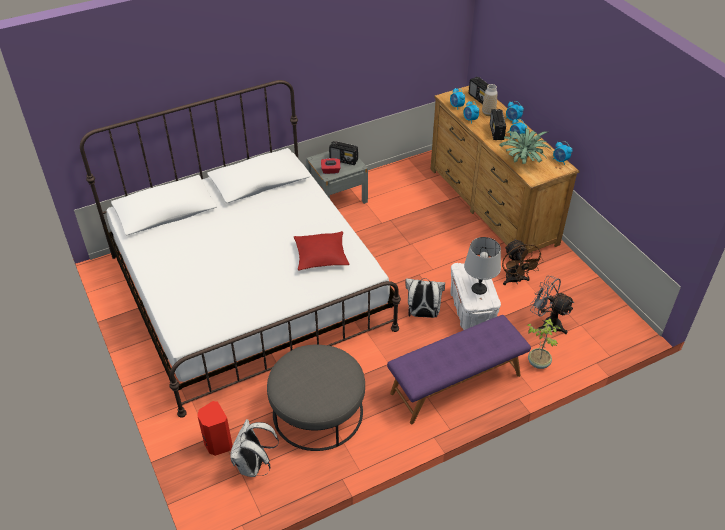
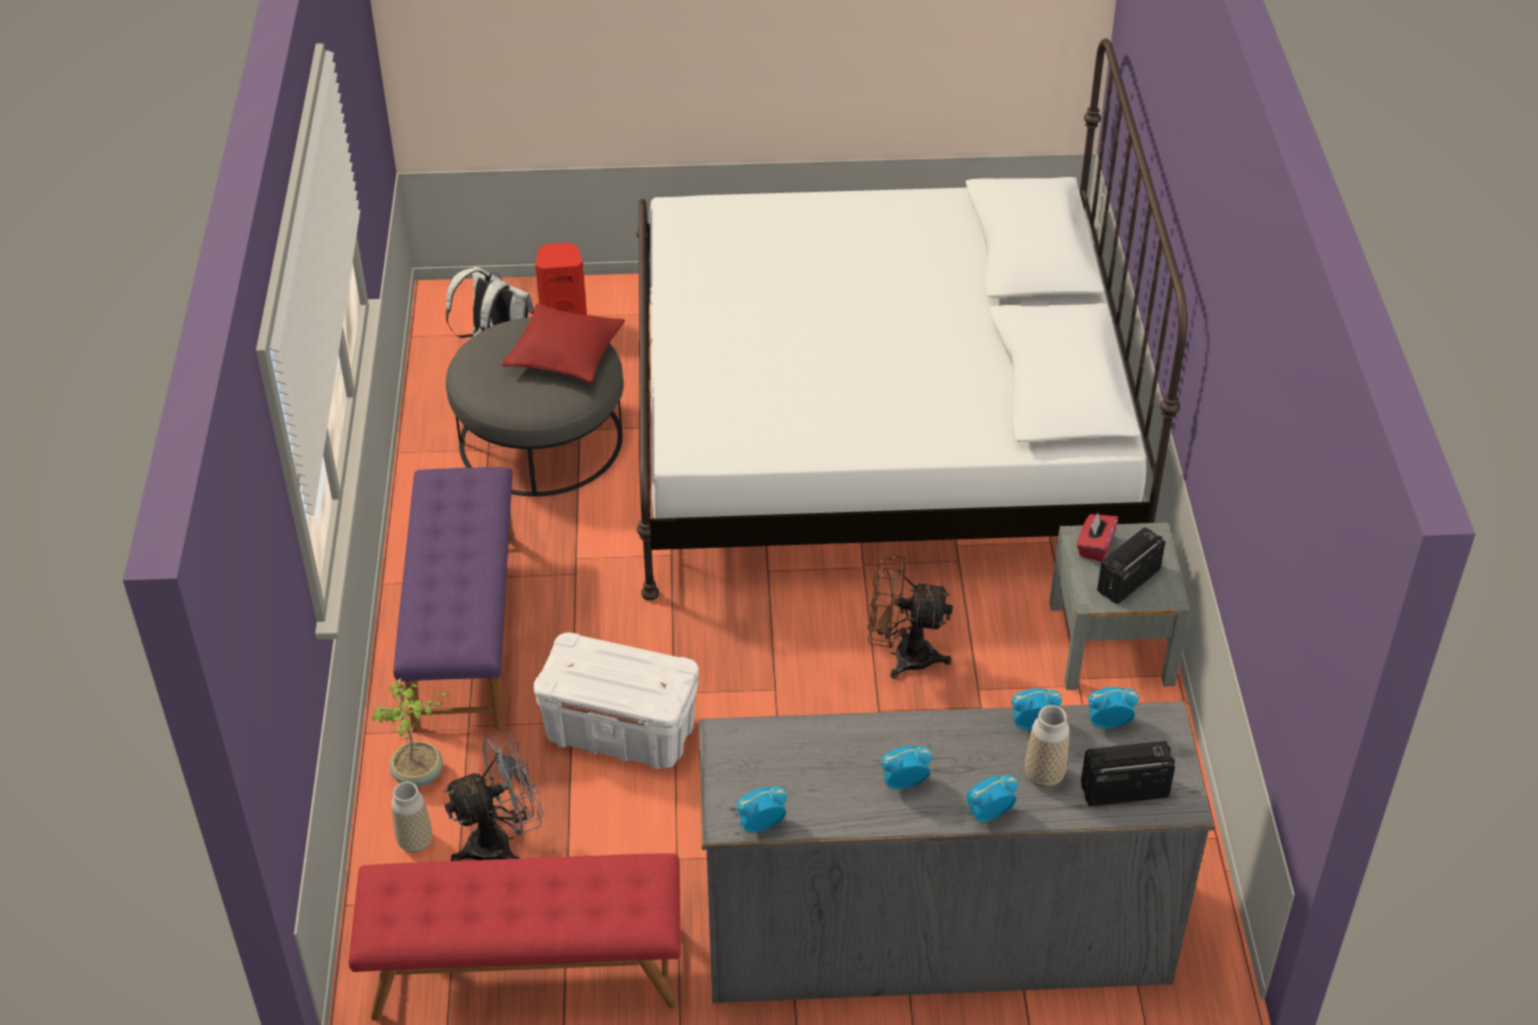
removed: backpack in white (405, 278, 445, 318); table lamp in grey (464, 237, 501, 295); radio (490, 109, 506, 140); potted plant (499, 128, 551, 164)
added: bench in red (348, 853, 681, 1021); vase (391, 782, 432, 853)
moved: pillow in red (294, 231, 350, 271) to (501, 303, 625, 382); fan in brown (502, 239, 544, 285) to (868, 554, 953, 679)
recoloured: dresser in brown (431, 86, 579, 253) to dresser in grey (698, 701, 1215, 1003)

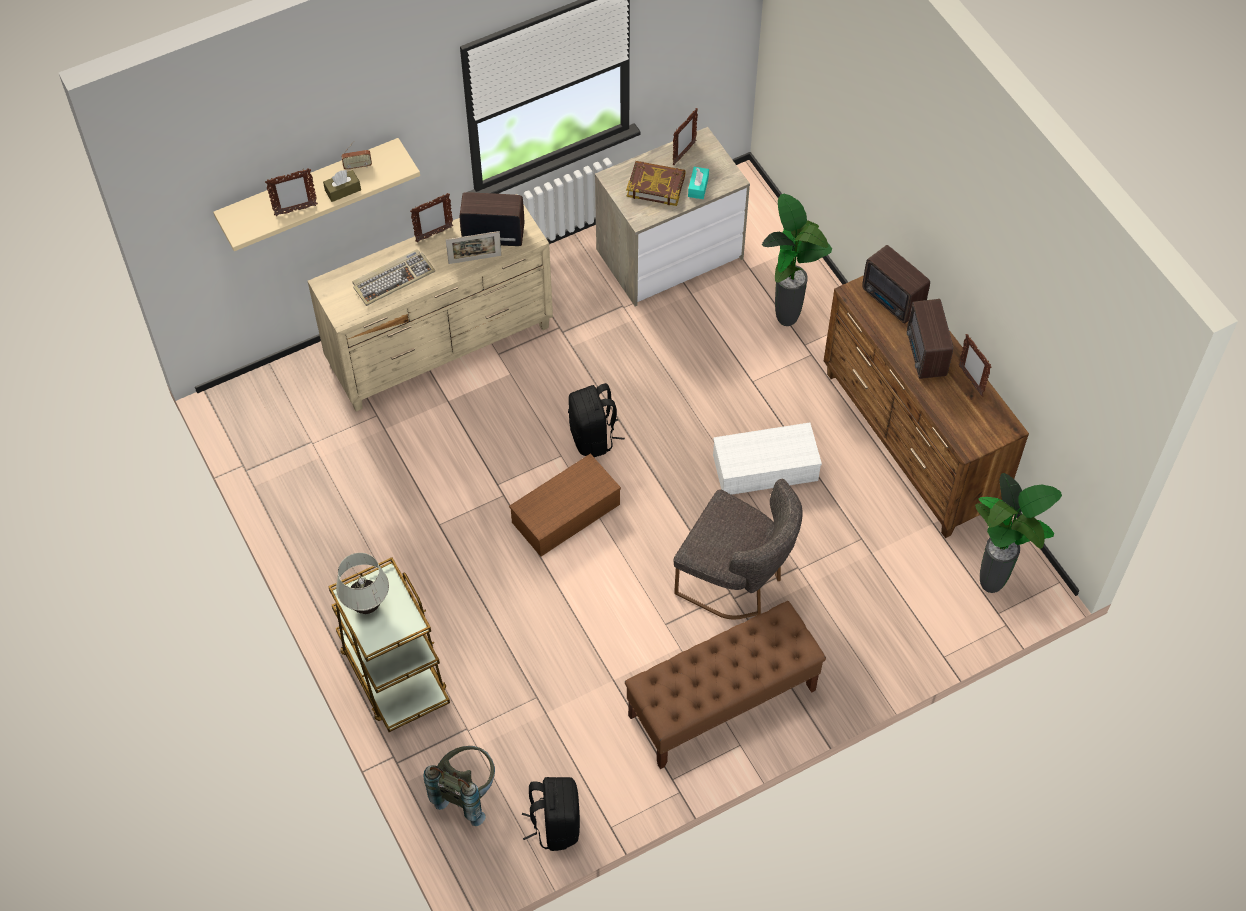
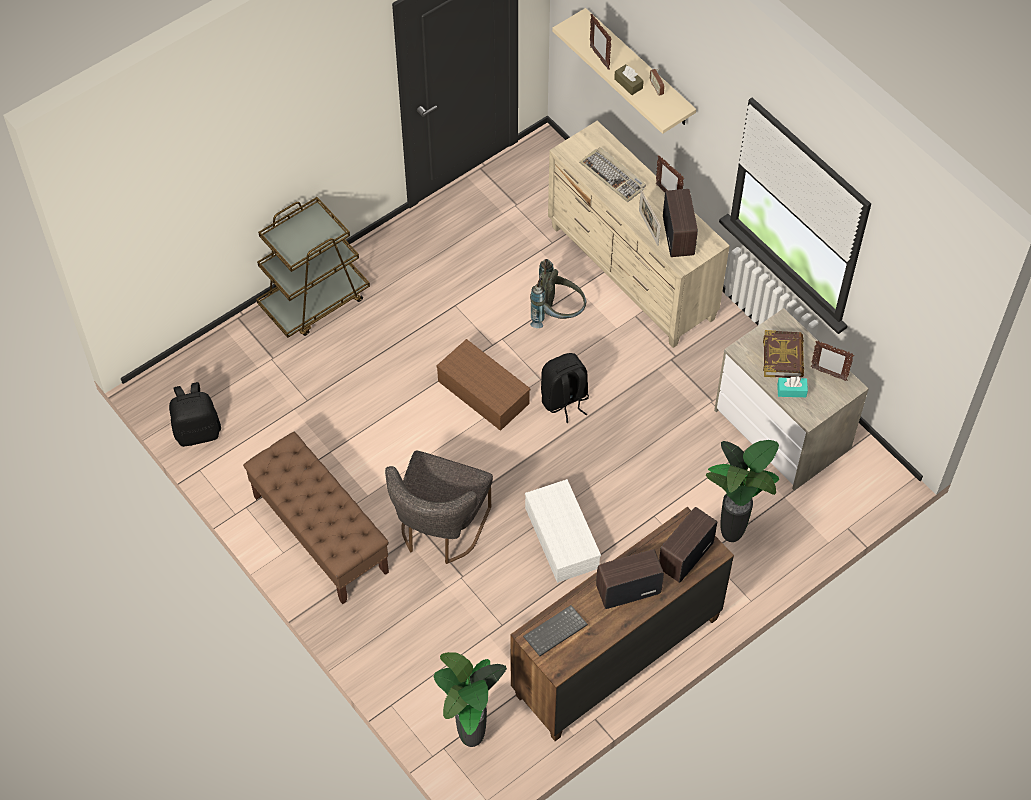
removed: table lamp in white (336, 553, 389, 614); picture frame (959, 334, 992, 397)
added: keyboard (523, 605, 588, 656)
moved: backpack in grey (424, 746, 495, 826) to (530, 259, 586, 328)

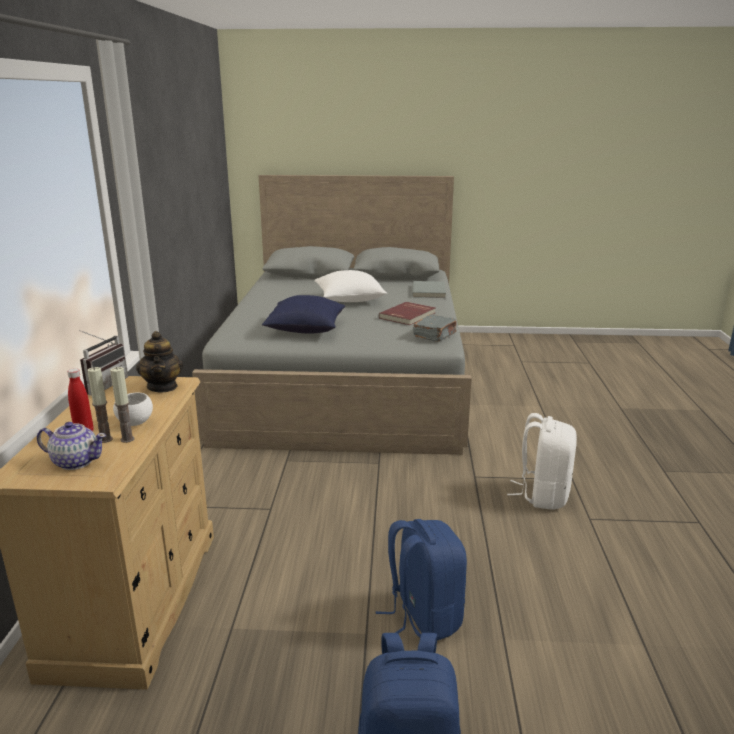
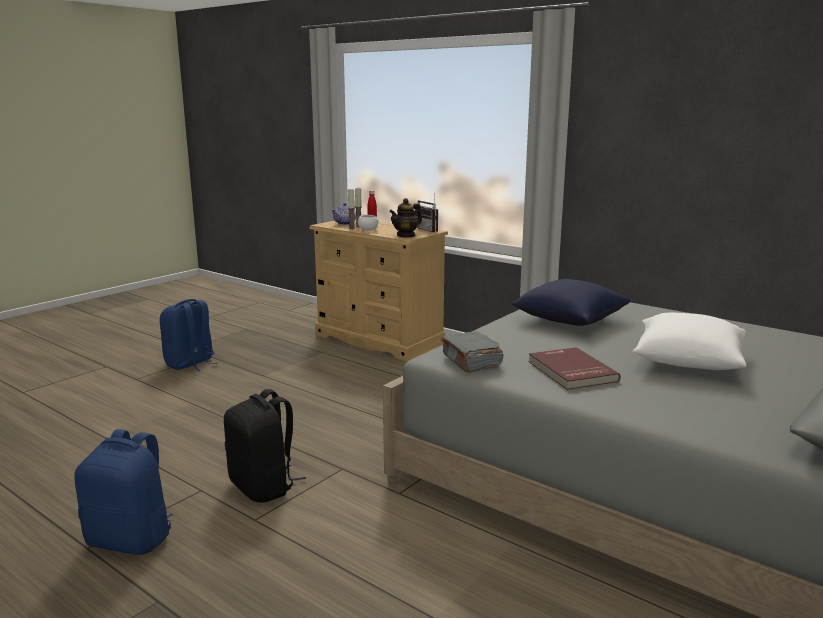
removed: book in grey (412, 281, 446, 298)
moved: backpack in blue (376, 519, 467, 640) to (74, 429, 173, 555)
recoloured: backpack in white (507, 413, 577, 510) to backpack in black (224, 389, 306, 503)
turned: teapot (136, 331, 183, 392) = (389, 198, 422, 238) 60 degrees counterclockwise

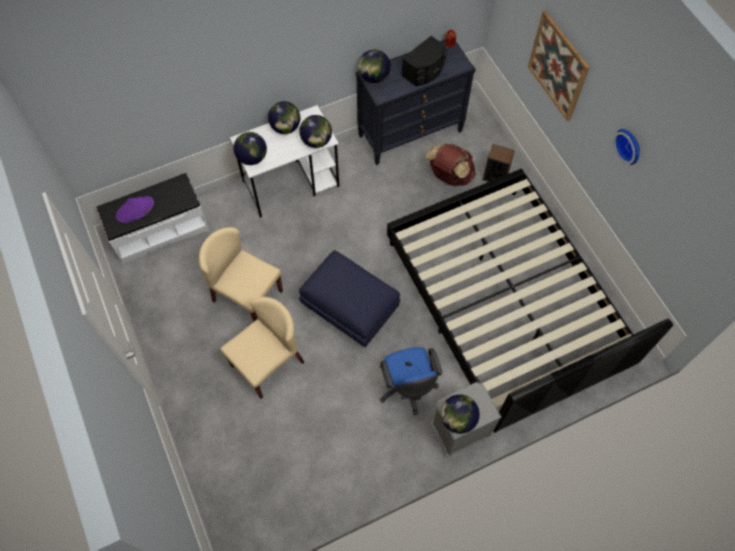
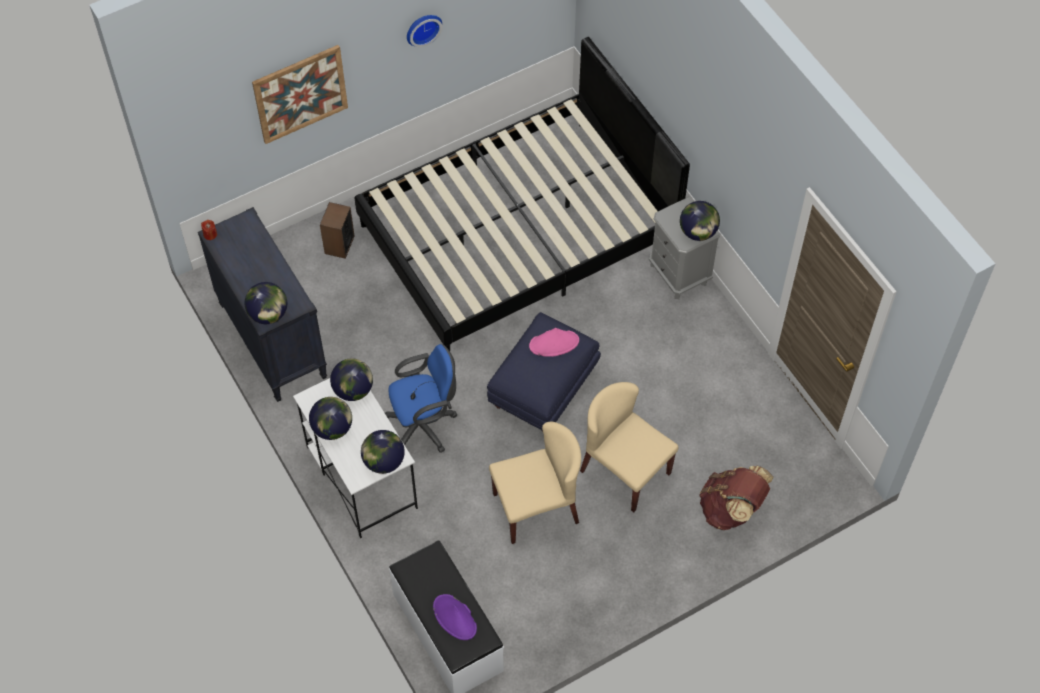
removed: speaker in black (402, 36, 447, 86)
added: hat in pink (529, 328, 579, 357)
moved: office chair in blue (379, 347, 442, 415) to (385, 344, 457, 453); backpack in brown (426, 143, 476, 186) to (699, 465, 773, 530)
turned: chair in beige (199, 227, 283, 322) = (489, 422, 581, 544) 135 degrees counterclockwise

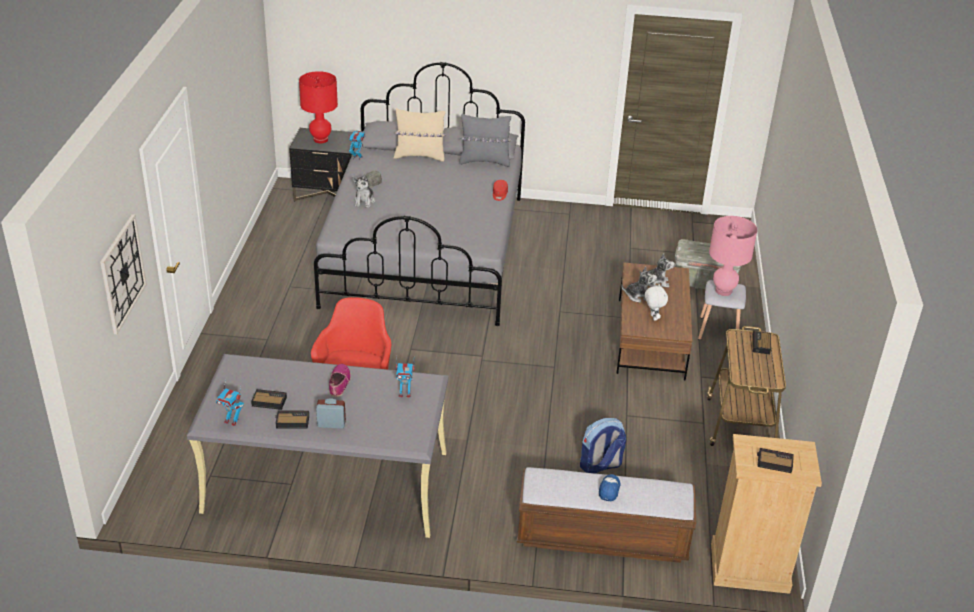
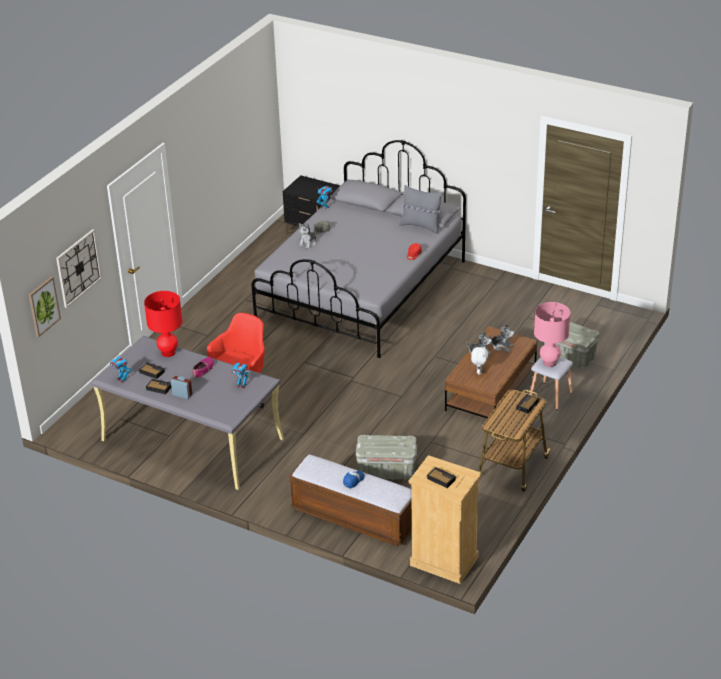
removed: pillow in beige (394, 108, 446, 162)
added: picture (29, 276, 61, 337)
moved: table lamp in red (299, 71, 338, 143) to (144, 291, 183, 357)
replaced: backpack (580, 418, 626, 473) to storage box in grey (356, 435, 417, 481)

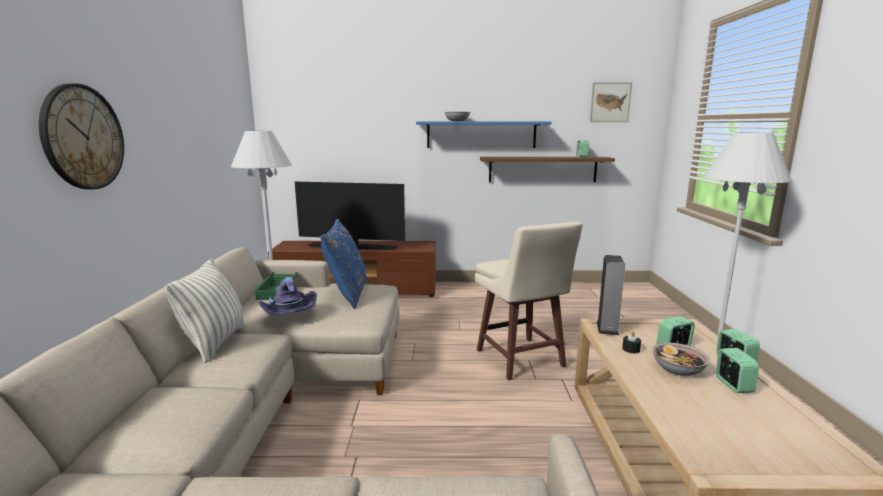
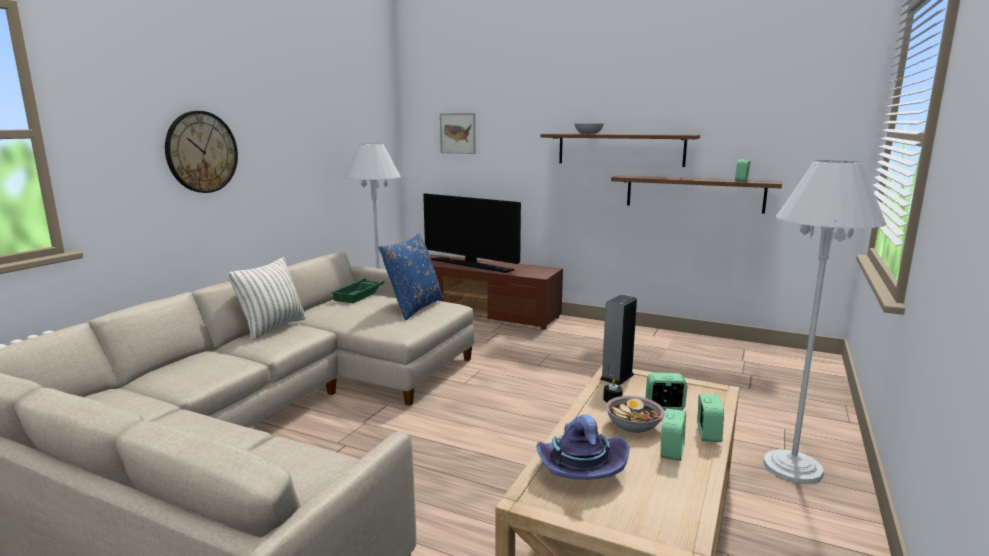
removed: stool in beige (475, 222, 583, 380)
moved: picture (590, 82, 632, 122) to (440, 113, 476, 154); hat in purple (259, 277, 317, 315) to (536, 414, 630, 479)
recoloured: shelf in blue (416, 121, 552, 148) to shelf in brown (540, 134, 700, 167)

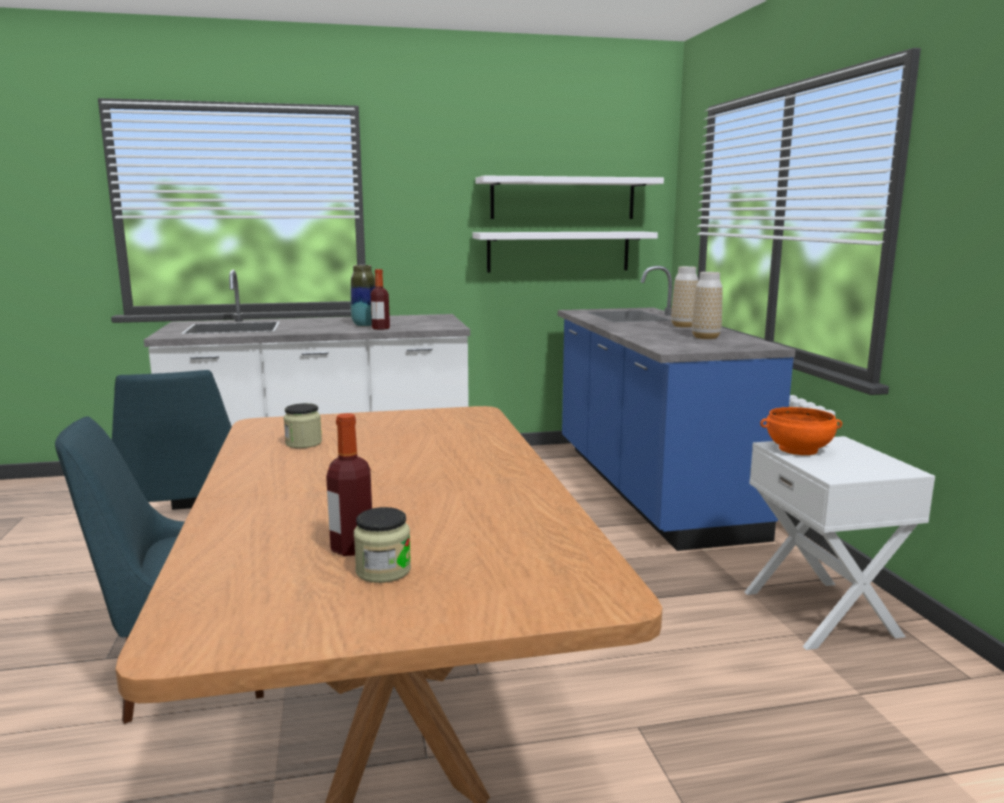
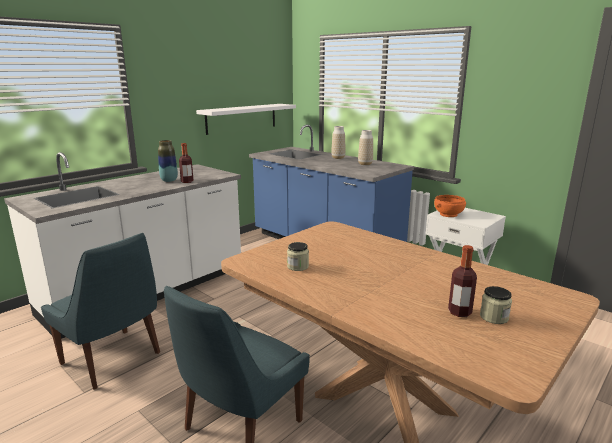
removed: shelf in white (476, 176, 664, 219)

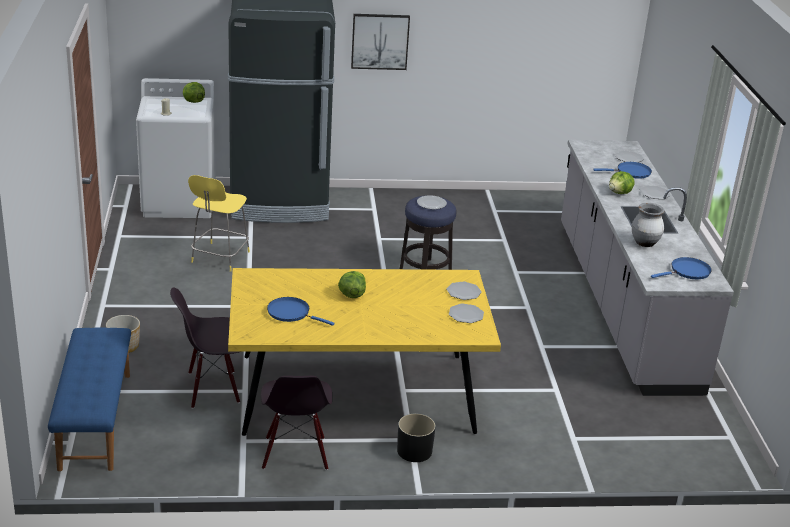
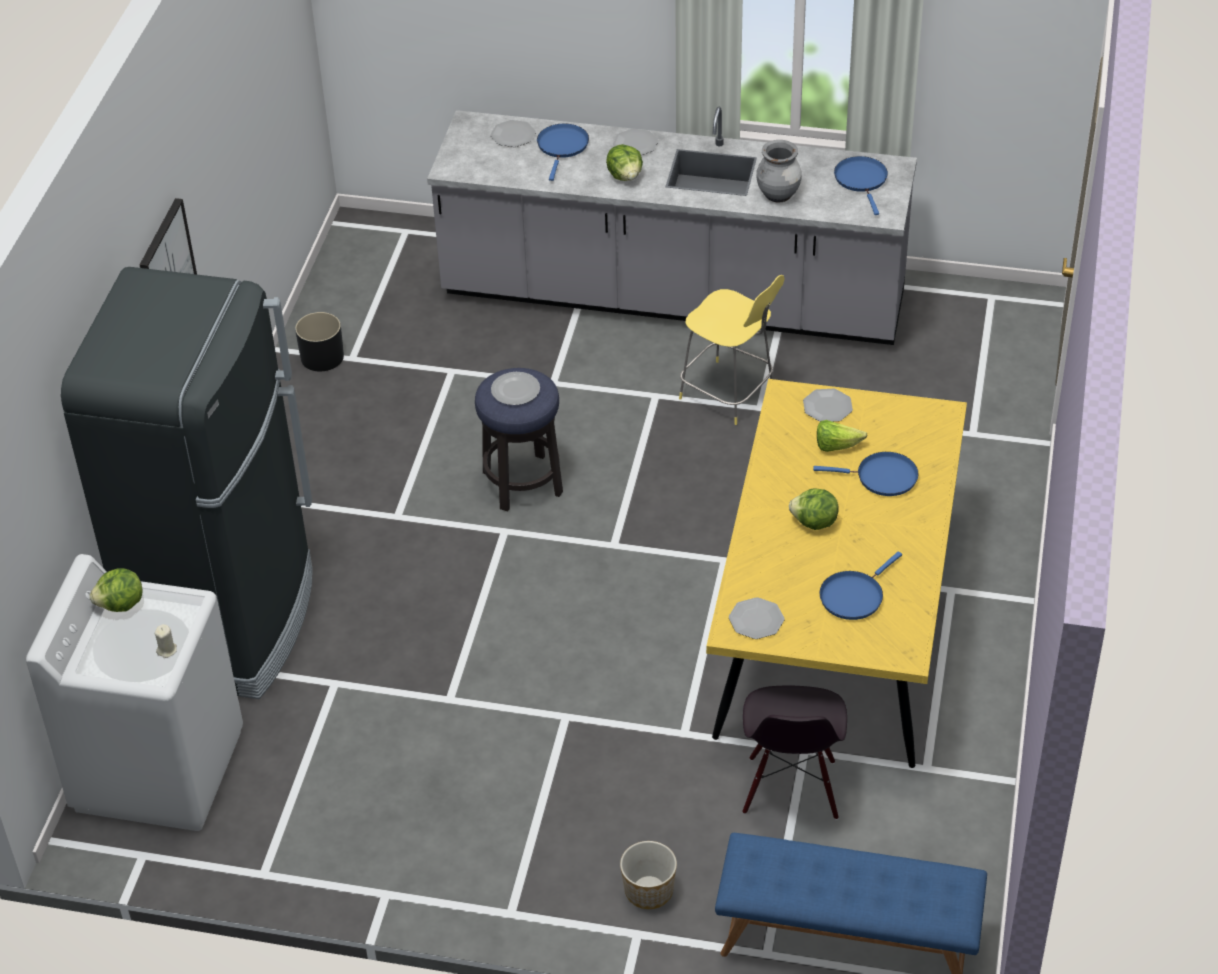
removed: chair in black (261, 376, 332, 470)
added: frying pan in blue (813, 452, 919, 496); lettuce (817, 420, 868, 452)
moved: planter in black (397, 414, 435, 462) to (295, 312, 344, 371); stool in yellow (188, 175, 250, 272) to (679, 275, 784, 425); plate (449, 304, 484, 323) to (729, 597, 784, 639)

